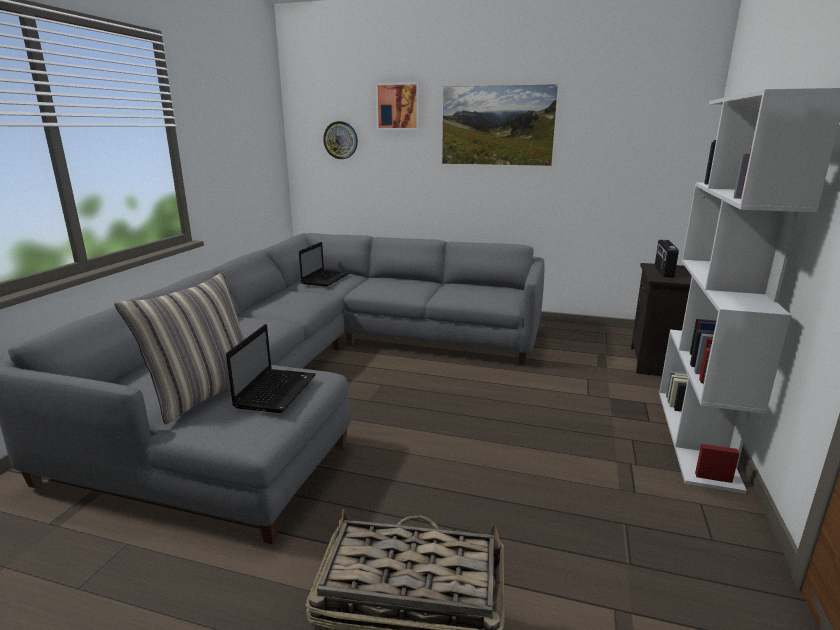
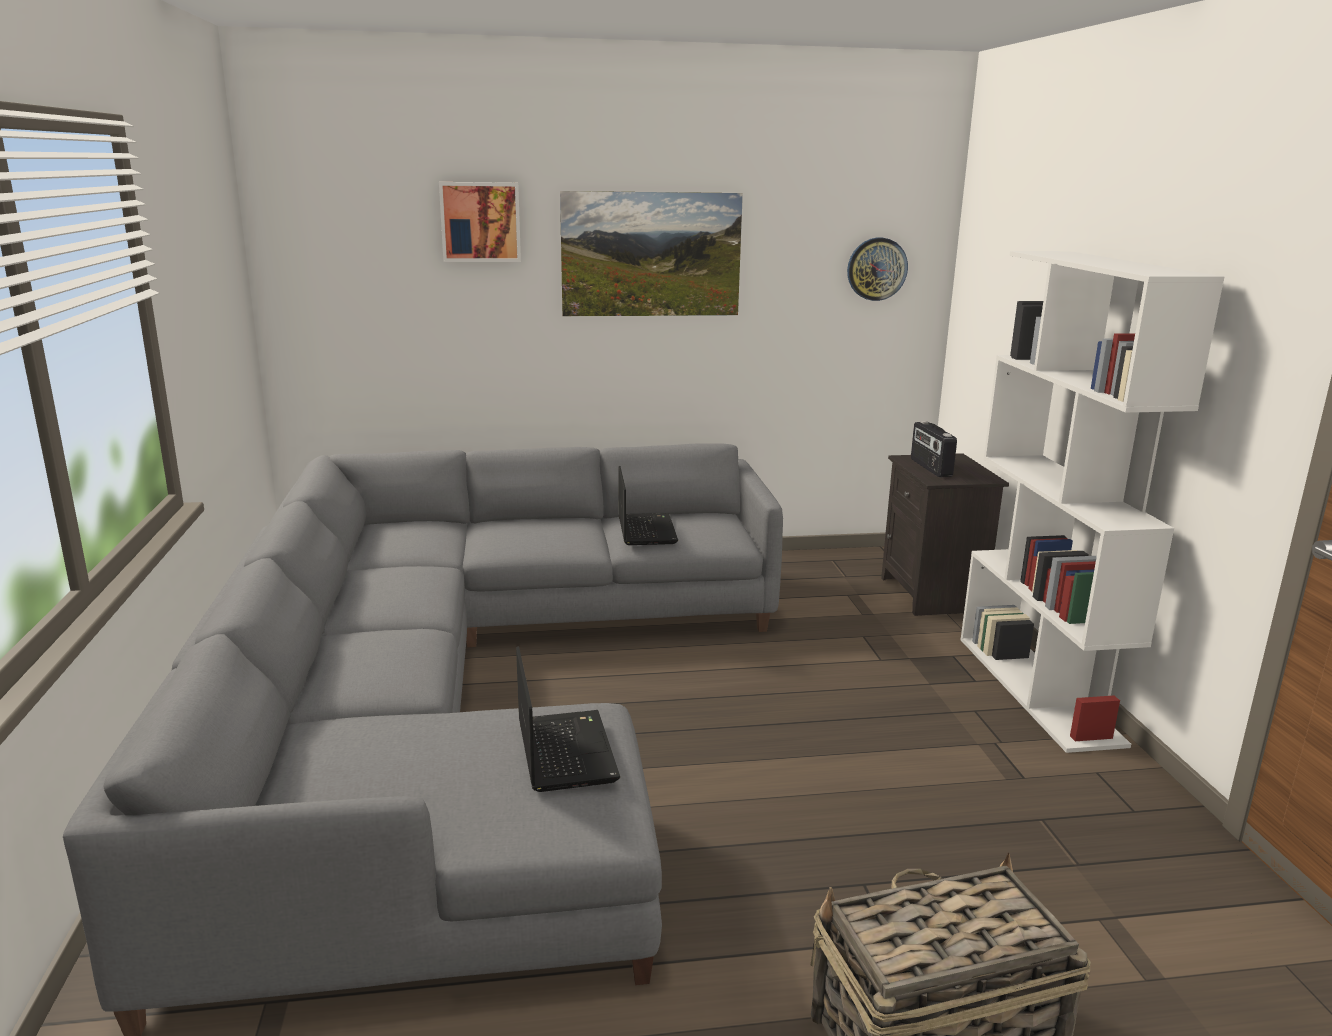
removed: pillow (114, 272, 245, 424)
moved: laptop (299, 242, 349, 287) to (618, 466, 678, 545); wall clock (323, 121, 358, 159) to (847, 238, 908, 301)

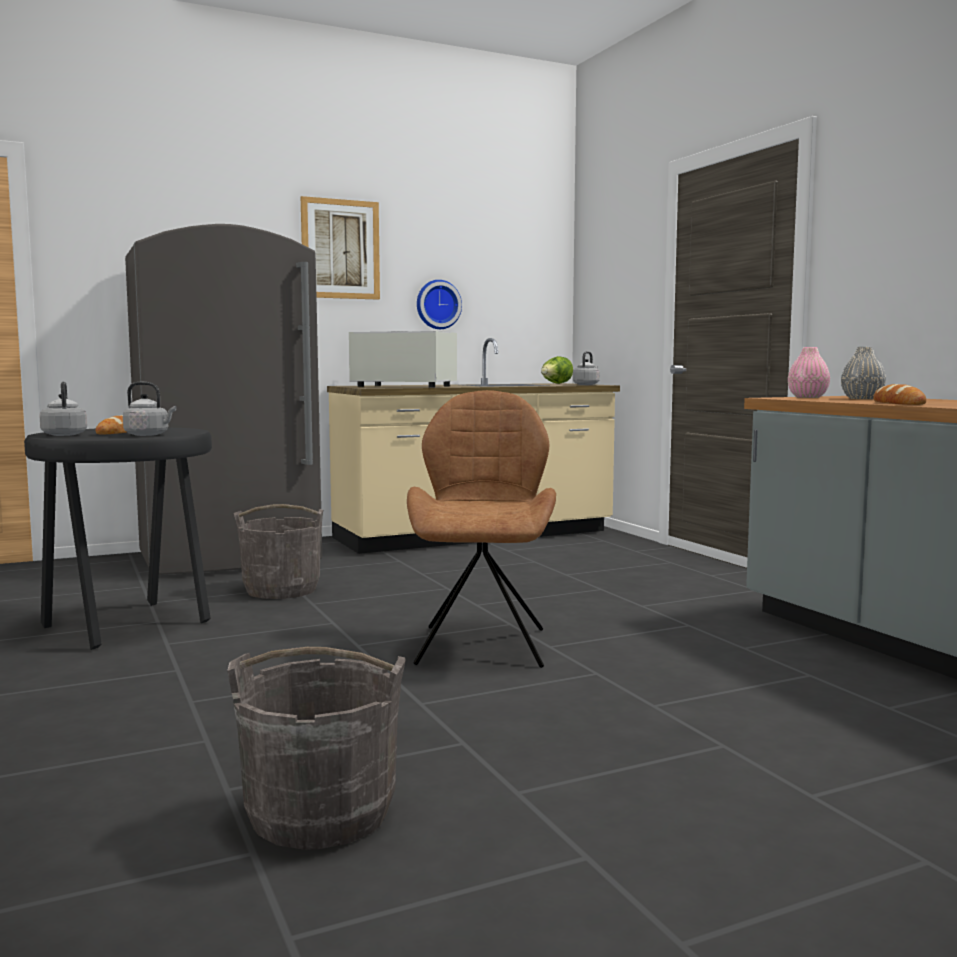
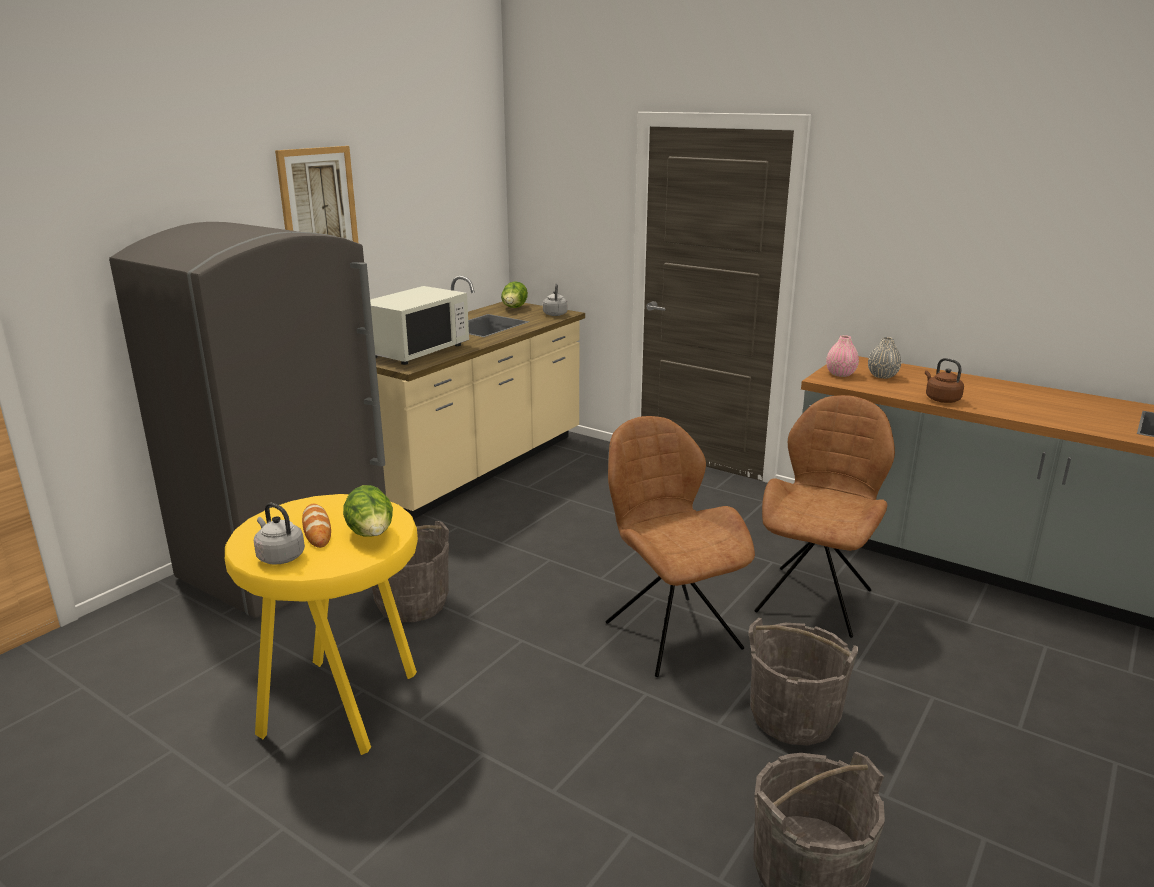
removed: wall clock (417, 280, 462, 329)
added: bucket in grey (748, 618, 858, 745); chair in brown (754, 395, 895, 638)
replaced: kettle in grey (123, 382, 176, 436) to lettuce (343, 485, 393, 537); bread (873, 384, 926, 405) to kettle in brown (925, 358, 964, 403)
recoloured: stool in black (24, 428, 212, 650) to stool in yellow (225, 494, 418, 755)
turned: microwave in white (349, 331, 457, 387) = (370, 286, 469, 365) 135 degrees clockwise

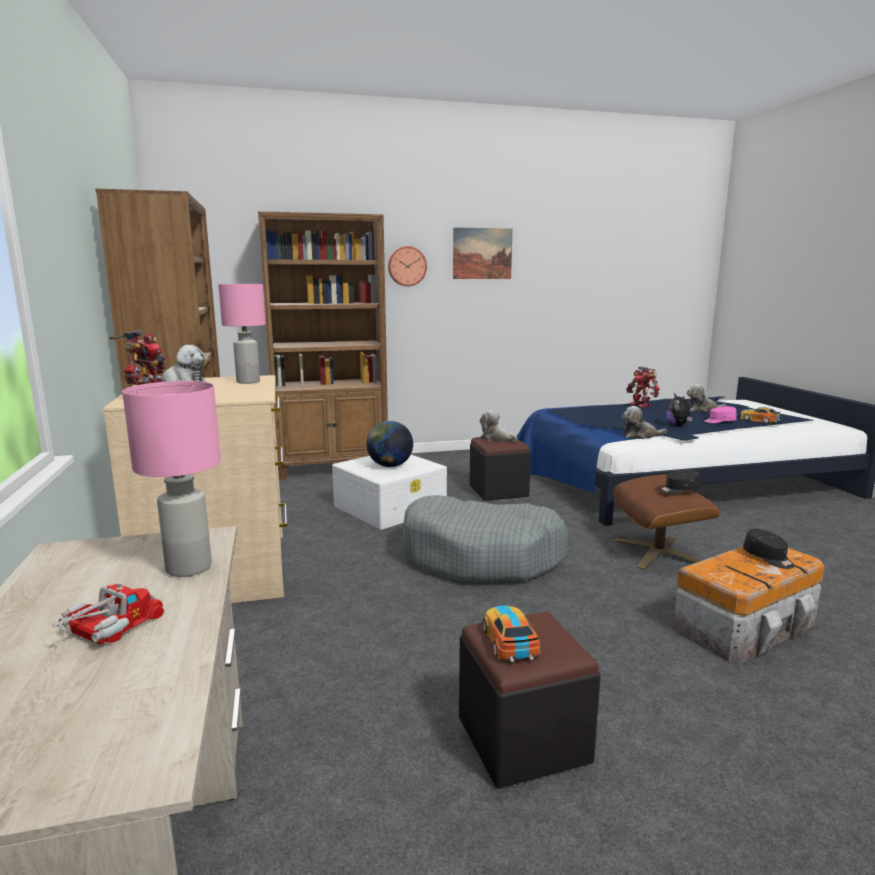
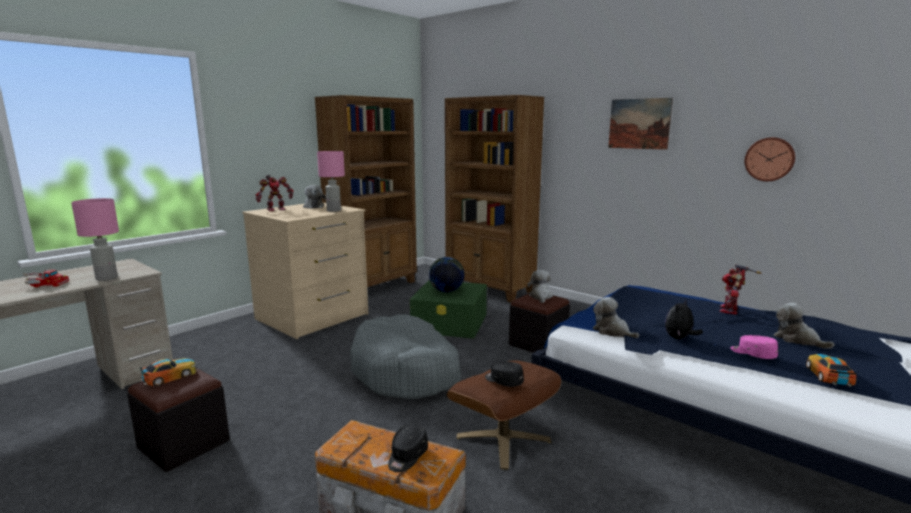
moved: wall clock (388, 246, 427, 286) to (745, 137, 796, 181)
recoloured: storage box in white (332, 455, 447, 530) to storage box in green (410, 280, 487, 339)

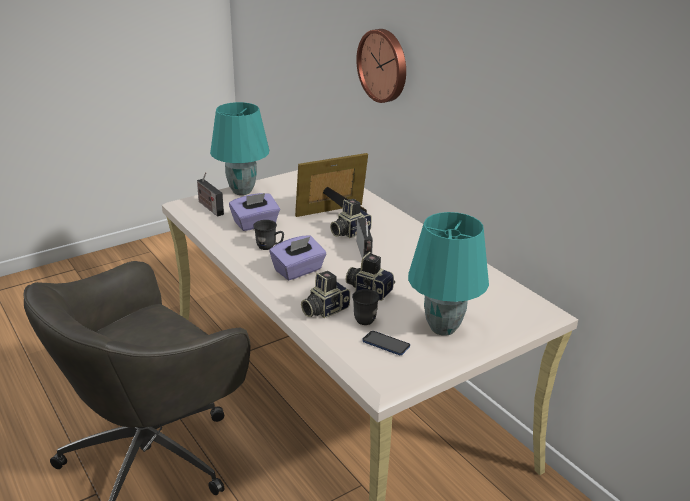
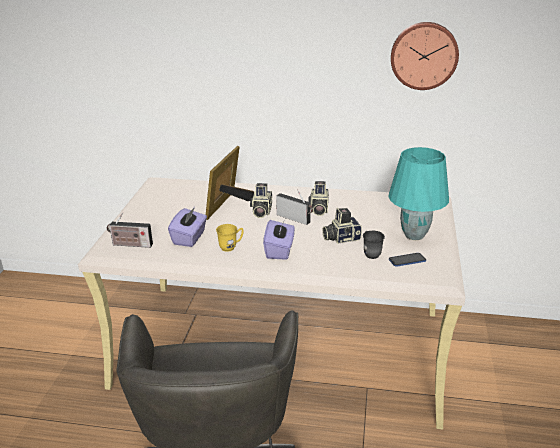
removed: table lamp in turquoise (210, 102, 269, 195)
moved: photo camera (301, 271, 350, 318) to (308, 181, 329, 216); wall clock (356, 29, 406, 103) to (391, 22, 459, 90)
recoloured: mug in grey (253, 220, 284, 250) to mug in yellow (216, 224, 244, 252)

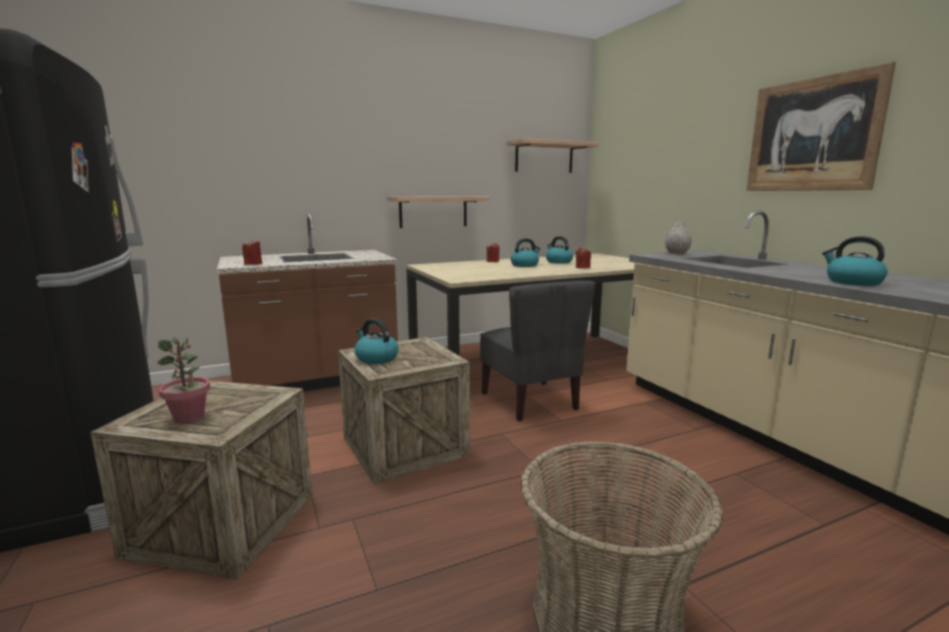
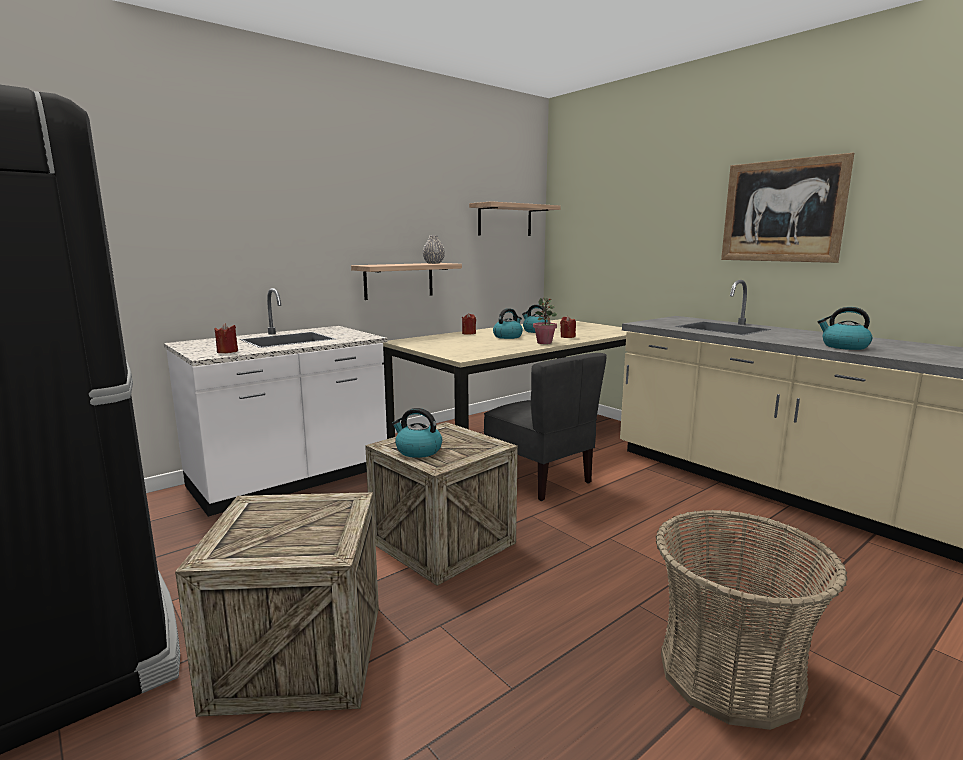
moved: vase in grey (665, 222, 692, 254) to (423, 235, 445, 264); potted plant (157, 337, 210, 424) to (533, 297, 557, 344)
recoloured: counter in brown (217, 214, 398, 391) to counter in white (164, 288, 388, 517)

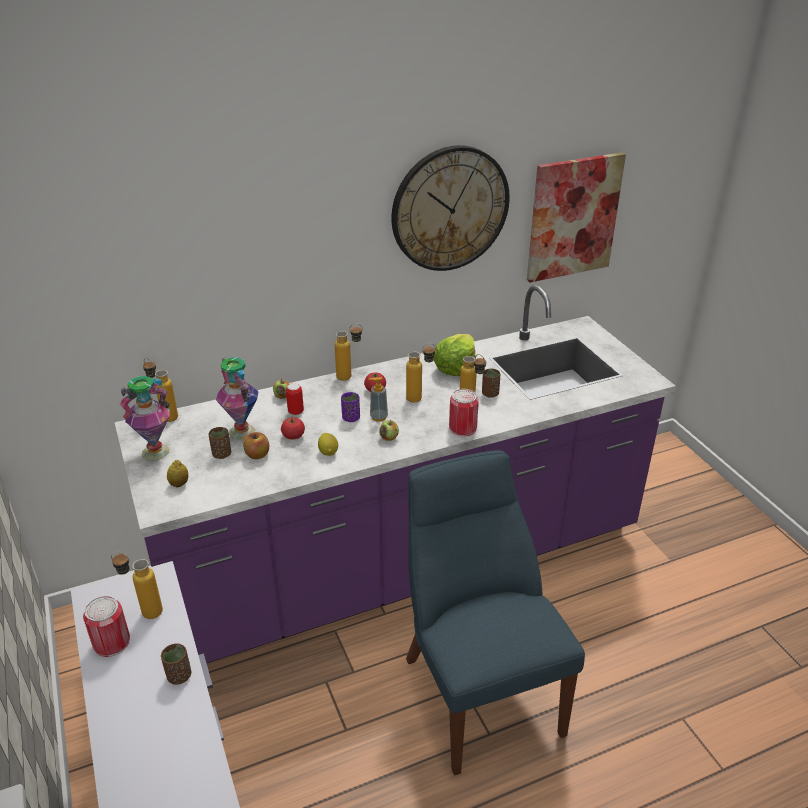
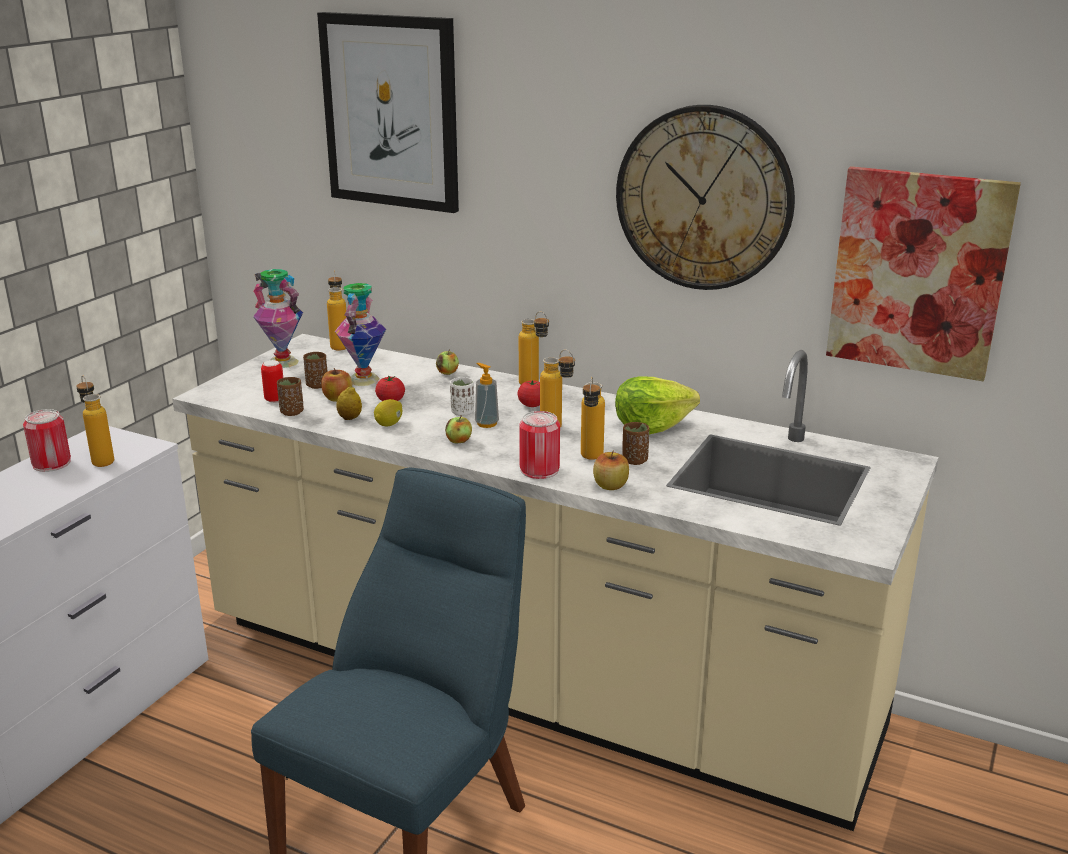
added: picture (317, 12, 459, 213); apple (593, 451, 629, 490)
moved: can (286, 383, 304, 415) to (261, 360, 283, 403); cup in brown (161, 643, 191, 685) to (277, 377, 304, 416); lemon (167, 460, 188, 487) to (337, 386, 362, 420)
recoloured: counter in purple (115, 285, 676, 663) to counter in beige (172, 334, 939, 831); cup in purple (341, 392, 360, 422) to cup in white (450, 377, 475, 416)

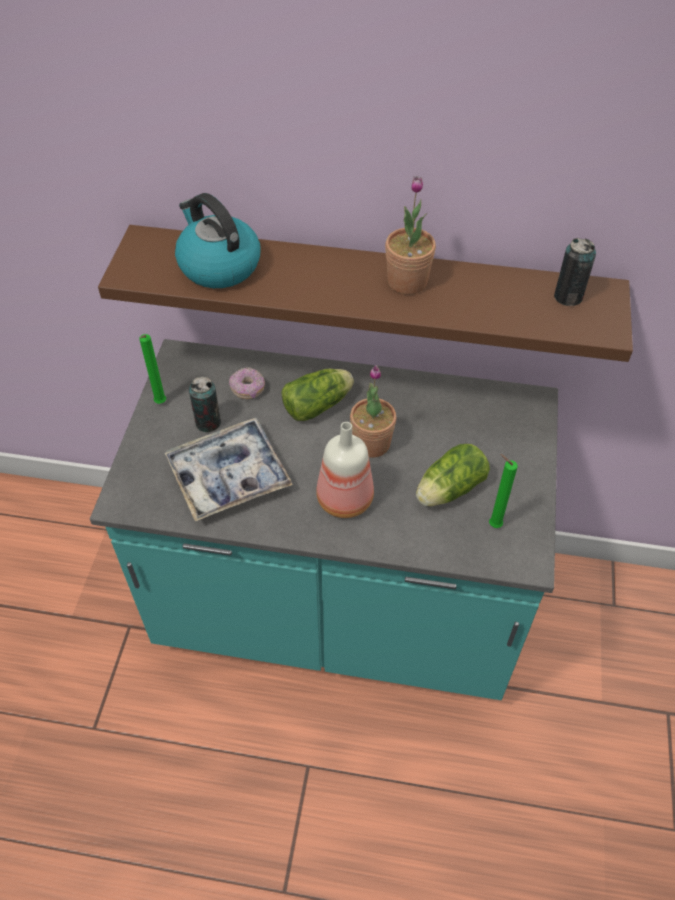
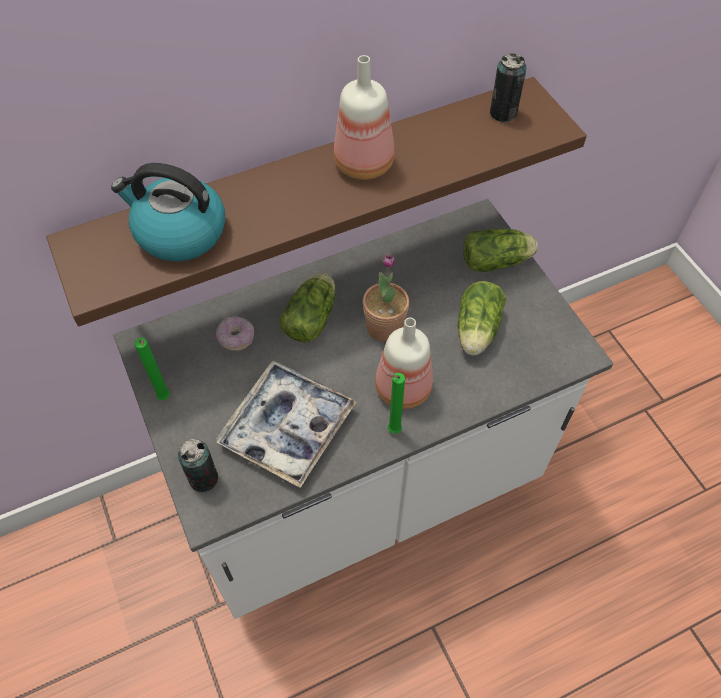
added: lettuce (463, 229, 538, 272)
moved: can (189, 377, 221, 432) to (178, 439, 218, 492); candle in green (489, 454, 518, 528) to (386, 373, 405, 434)
replaced: potted plant (385, 176, 436, 295) to bottle (334, 55, 395, 180)
recoloured: counter in turquoise (90, 339, 558, 700) to counter in white (114, 199, 613, 619)

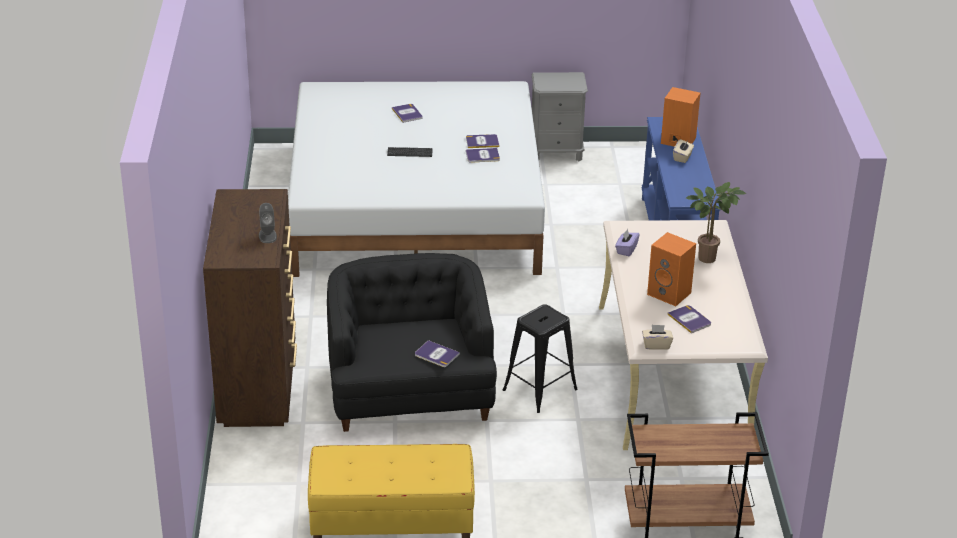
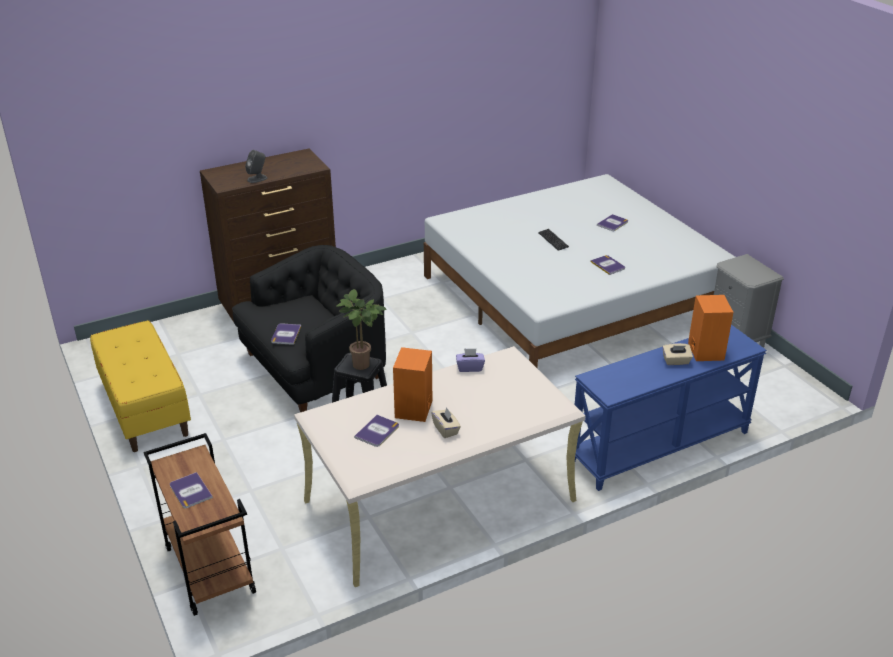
moved: book (466, 148, 500, 163) to (170, 472, 213, 508); potted plant (686, 182, 746, 263) to (337, 289, 387, 370); tissue box in beige (642, 325, 673, 350) to (431, 407, 461, 438)

